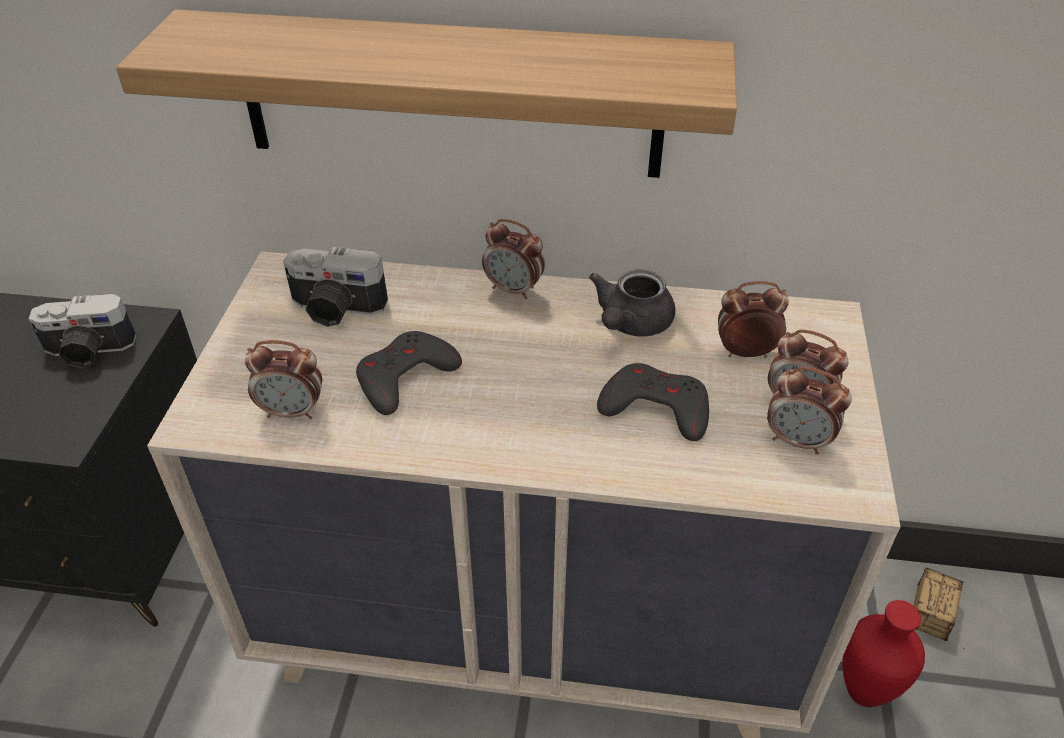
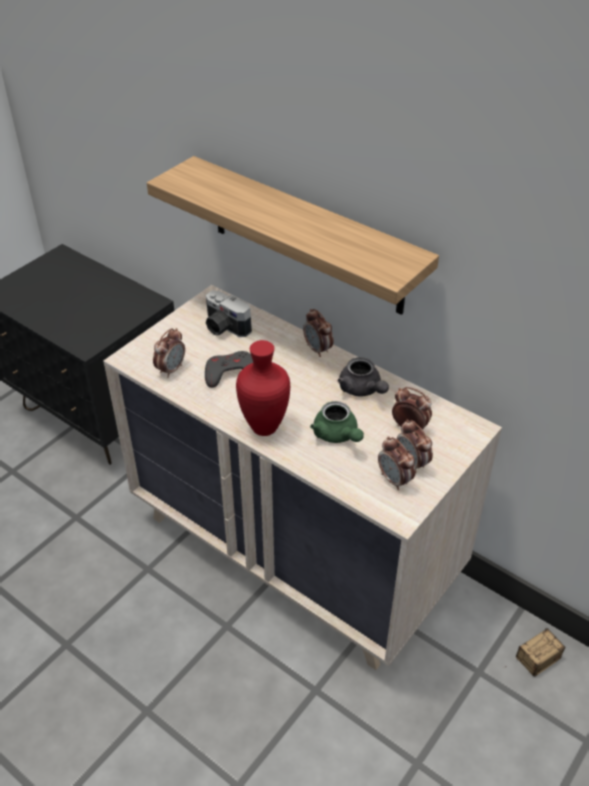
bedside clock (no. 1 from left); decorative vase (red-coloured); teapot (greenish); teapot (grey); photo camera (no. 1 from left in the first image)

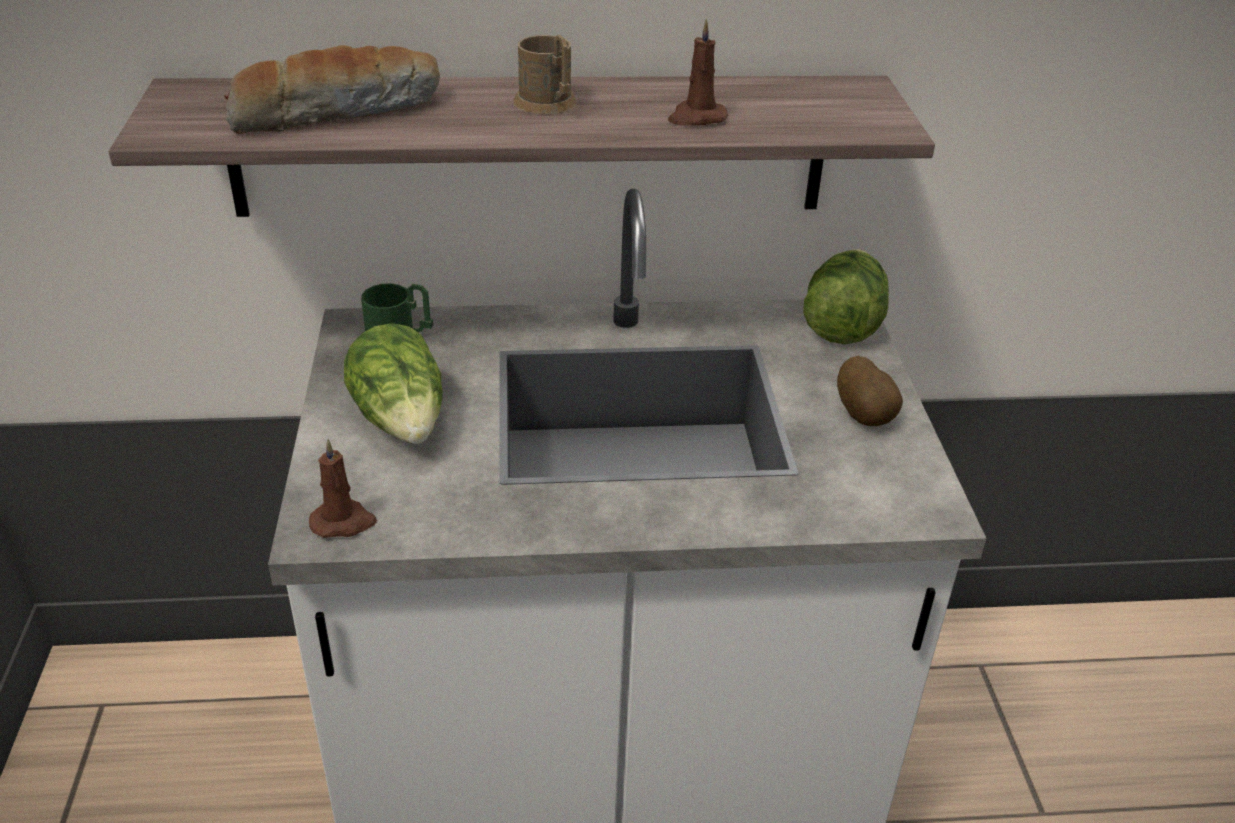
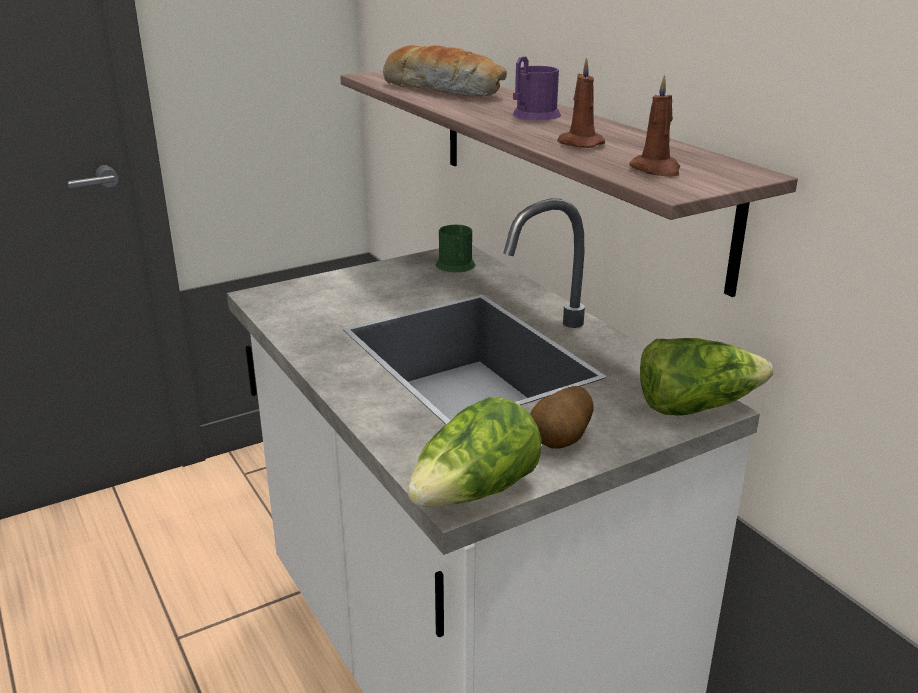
lettuce head (no. 1 from left); coffee mug (purple); candle (brownish) (no. 2 from left)

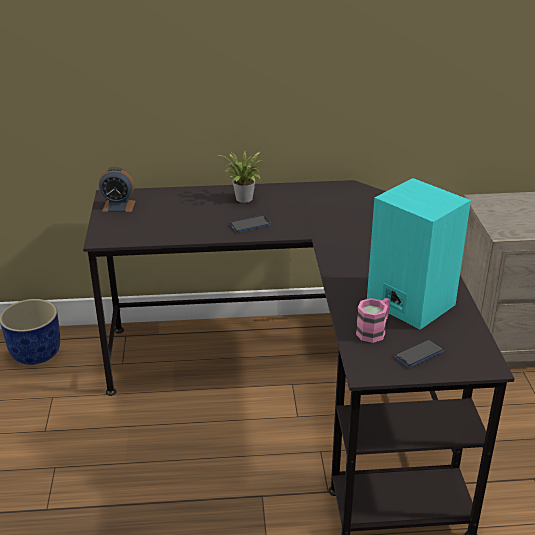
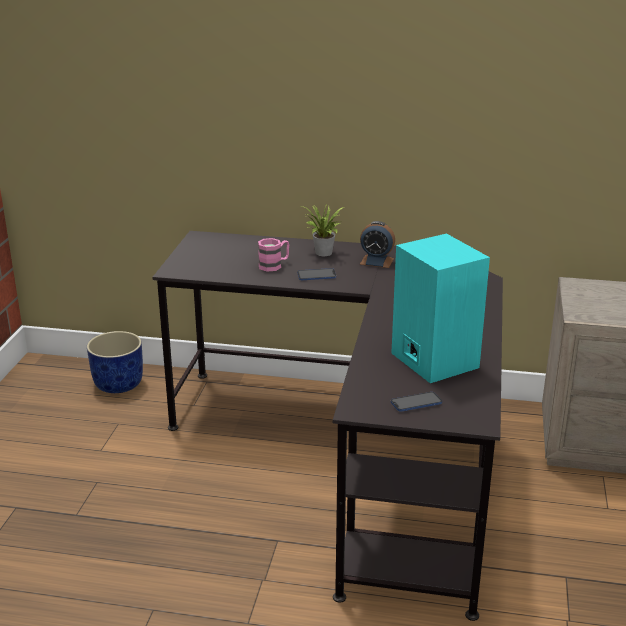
coffee mug (pink); bedside clock

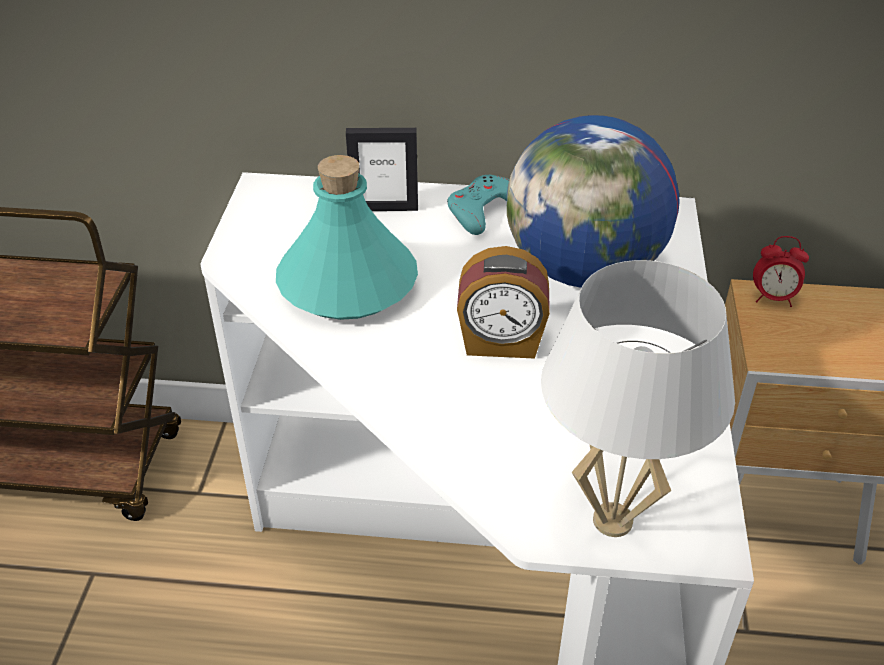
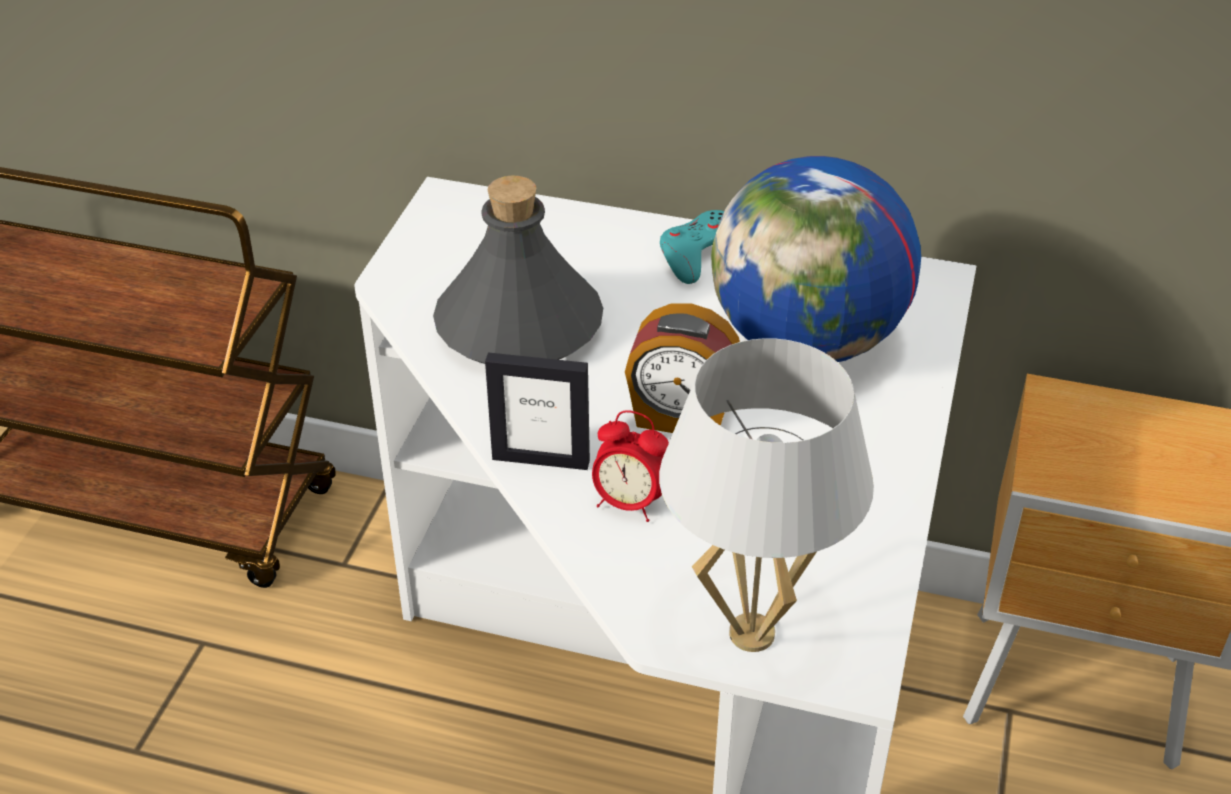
beverage bottle (grey); standing frame; bedside clock (no. 1 from left)

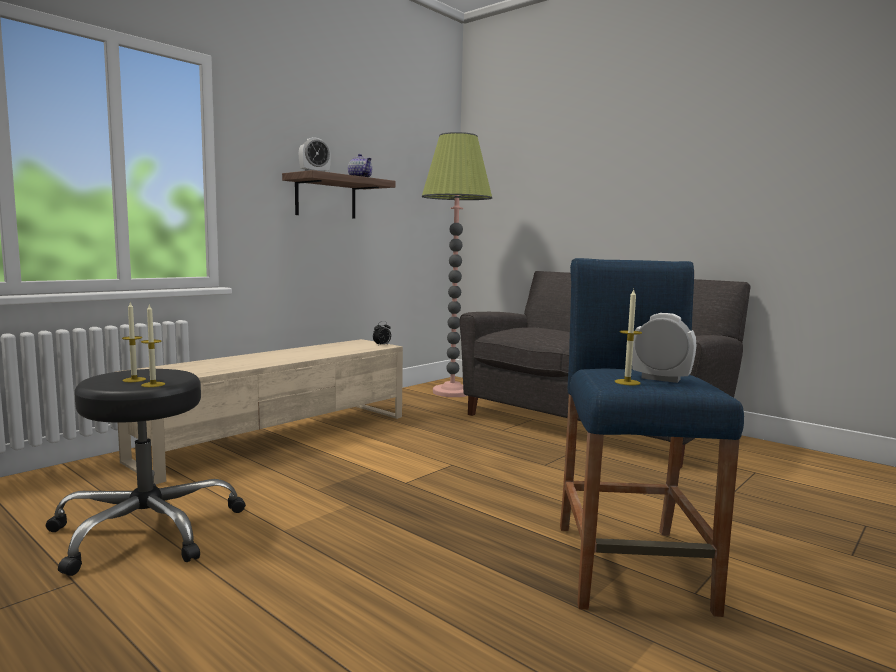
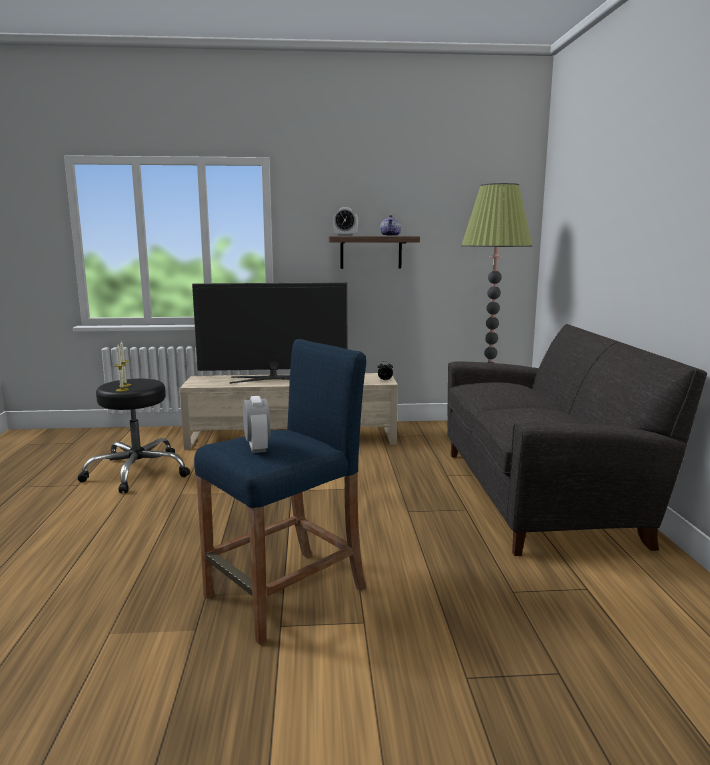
TV; candle (no. 3 from left in the first image)

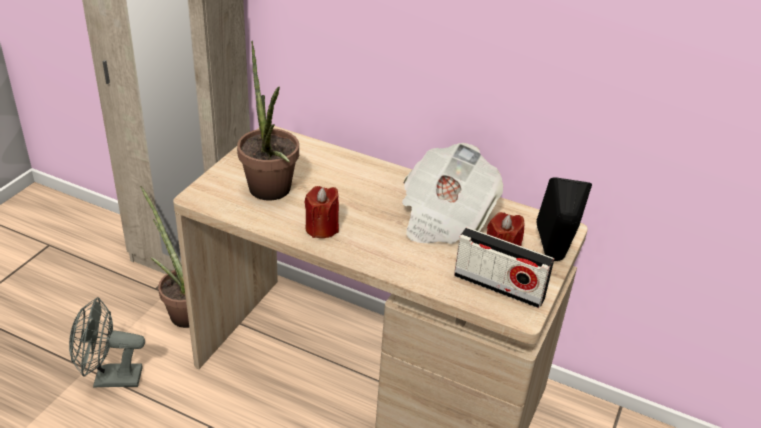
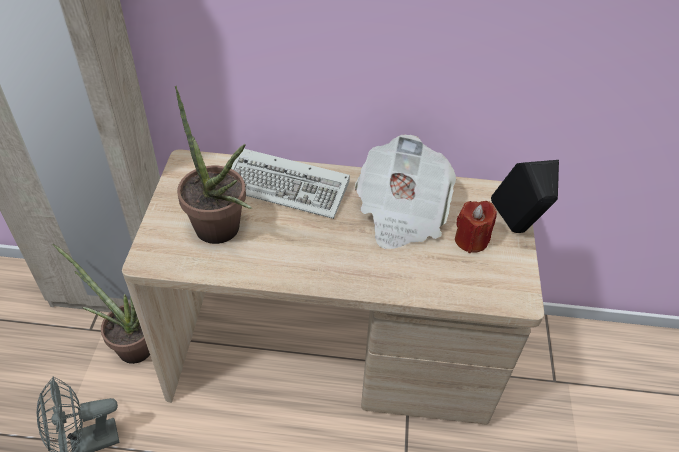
PC keyboard; candle (red-coloured) (no. 1 from left in the first image); radio receiver

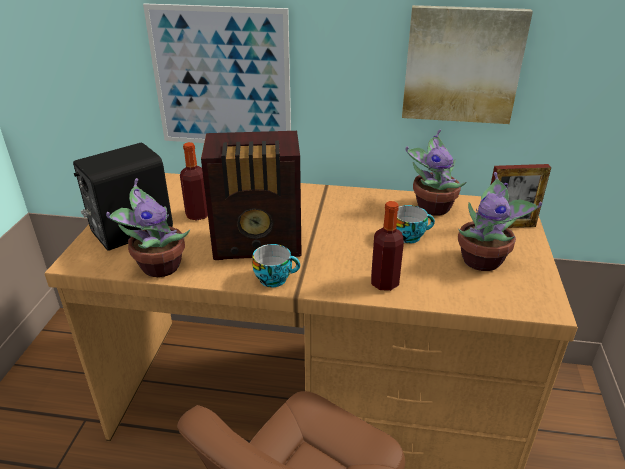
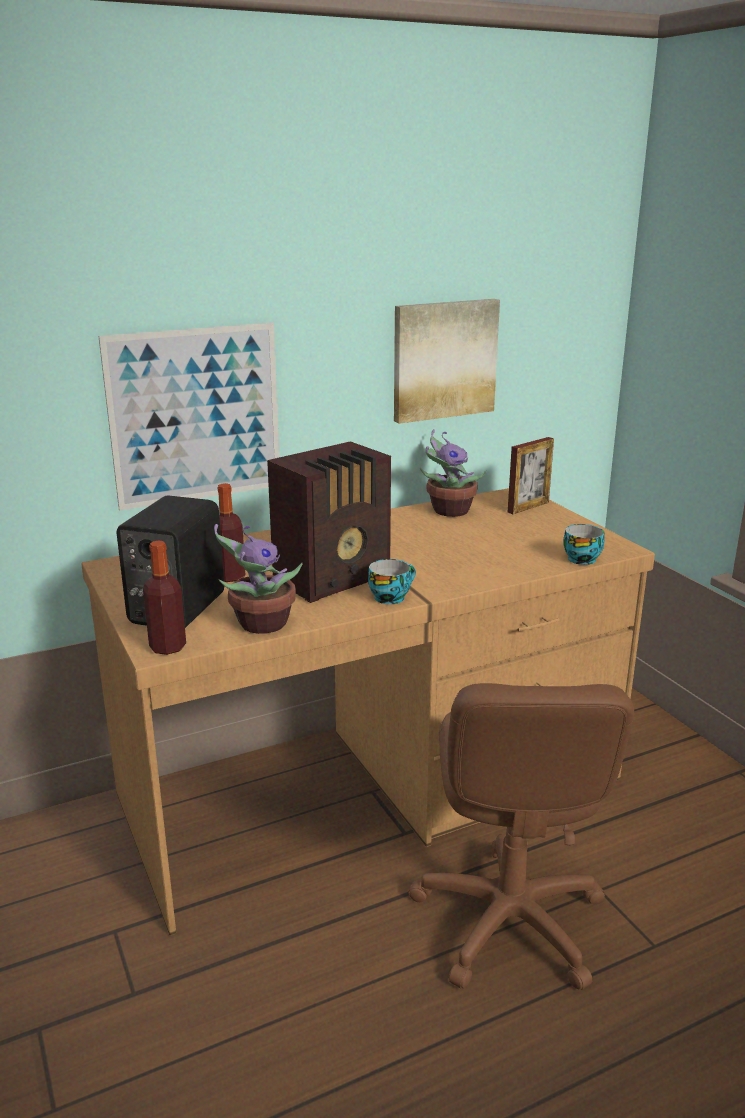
beverage bottle (no. 1 from left); small cup (no. 2 from left); plant in a pot (no. 3 from left in the first image)

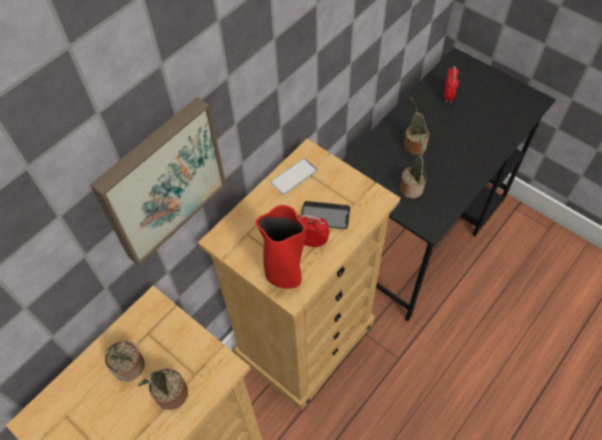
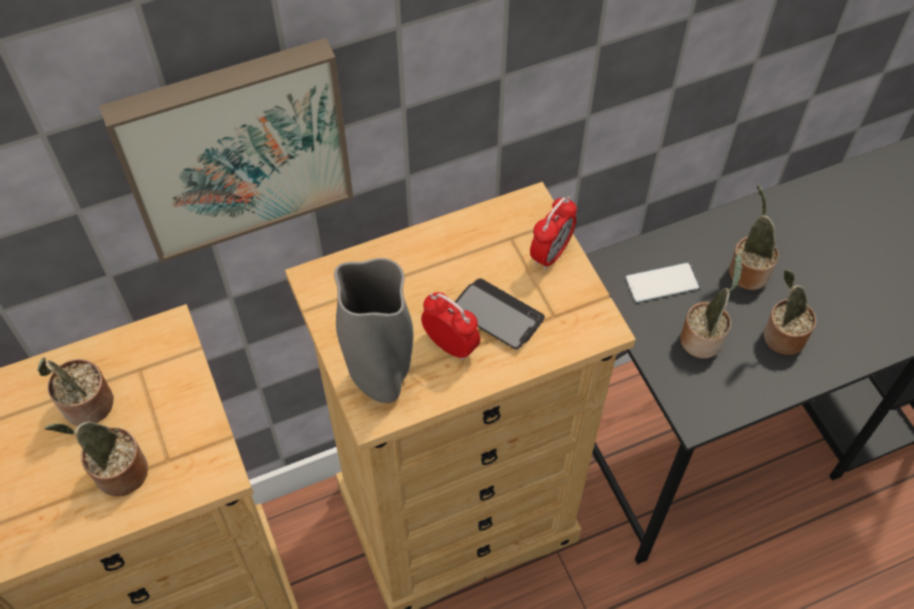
decorative vase (grey); bedside clock (no. 2 from left); telephone (no. 2 from left); plant in a pot (no. 5 from left)

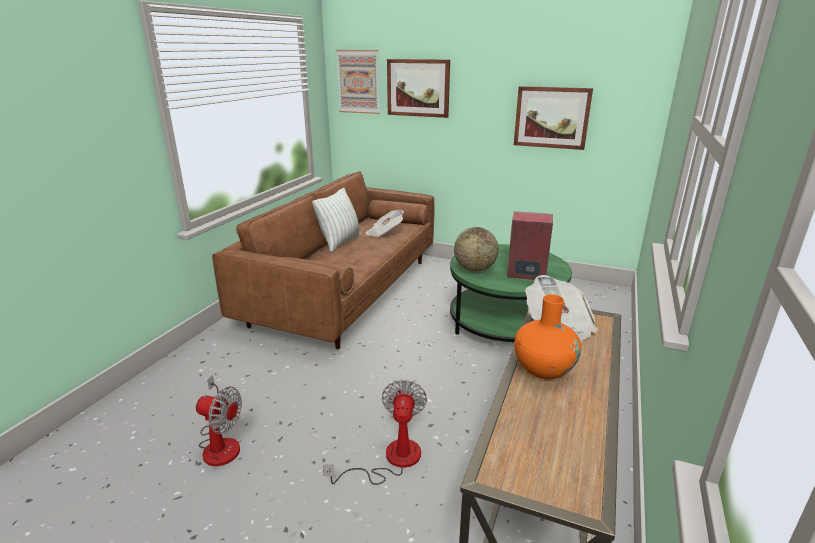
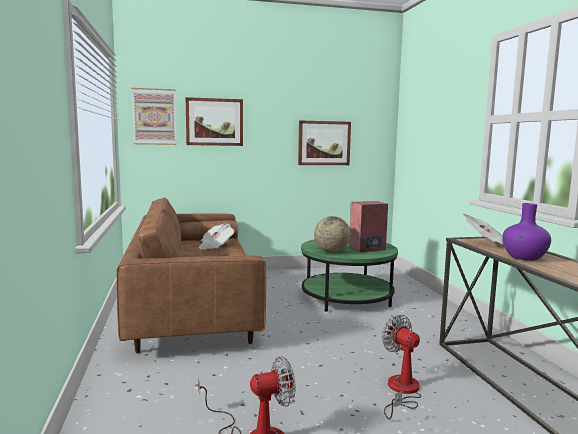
decorative vase (purple); cushion

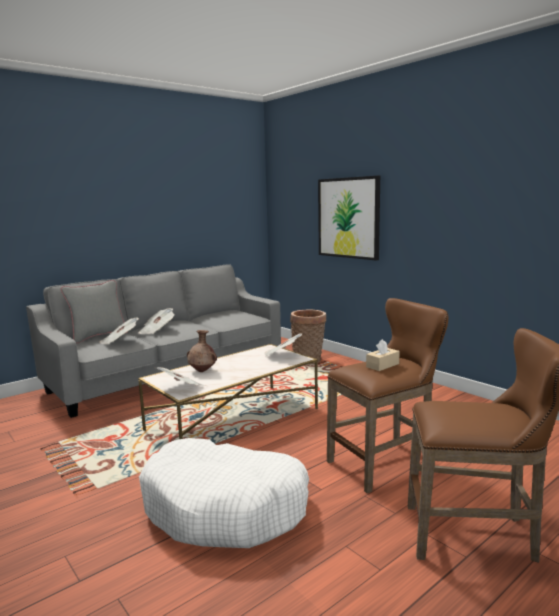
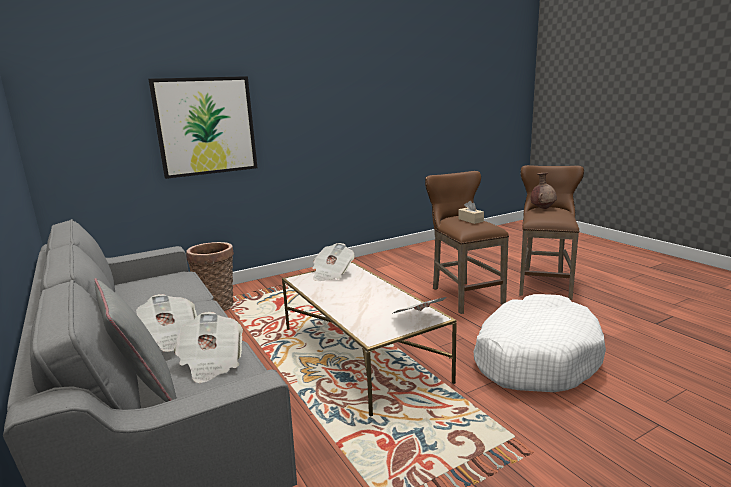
decorative vase (brownish)

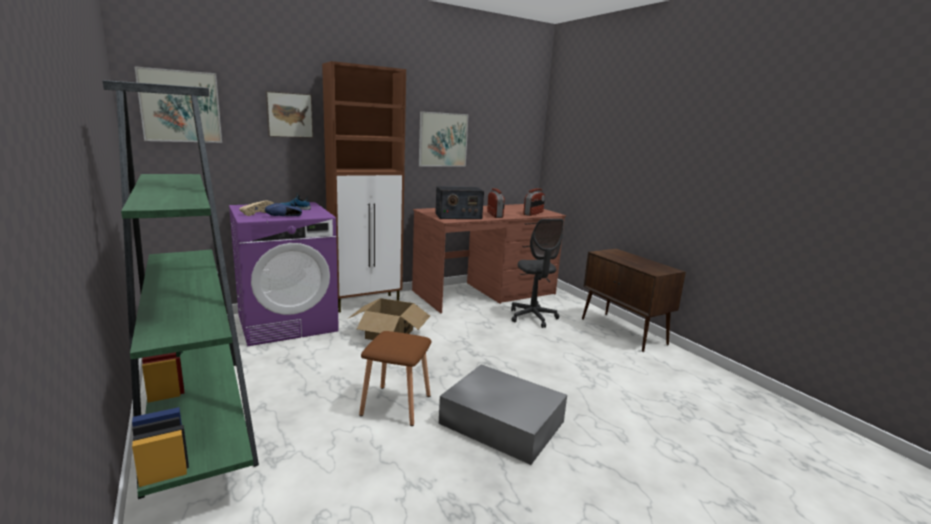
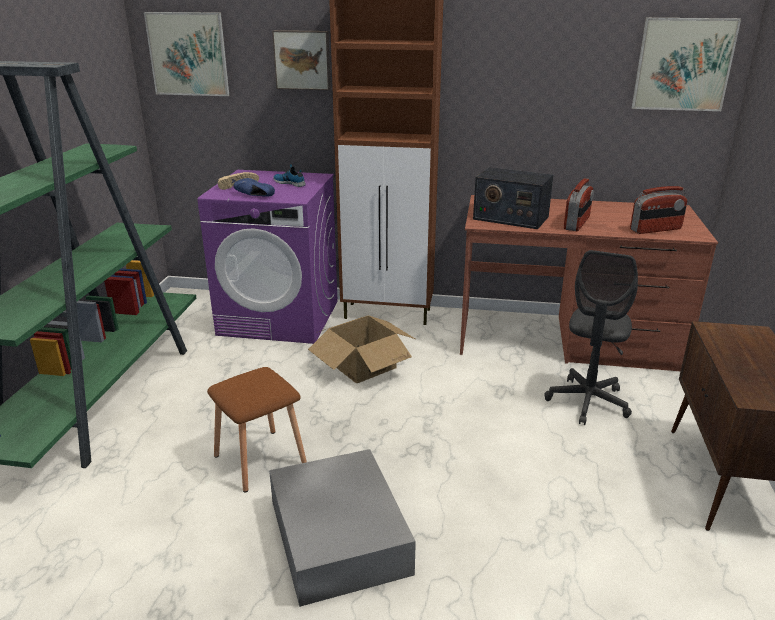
wall art (no. 3 from left)

